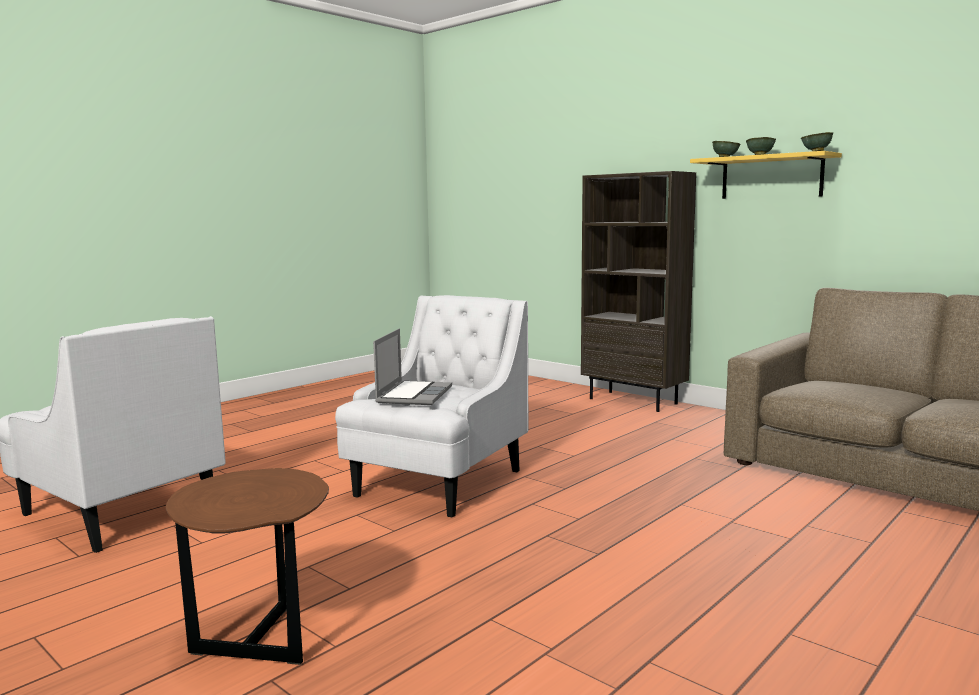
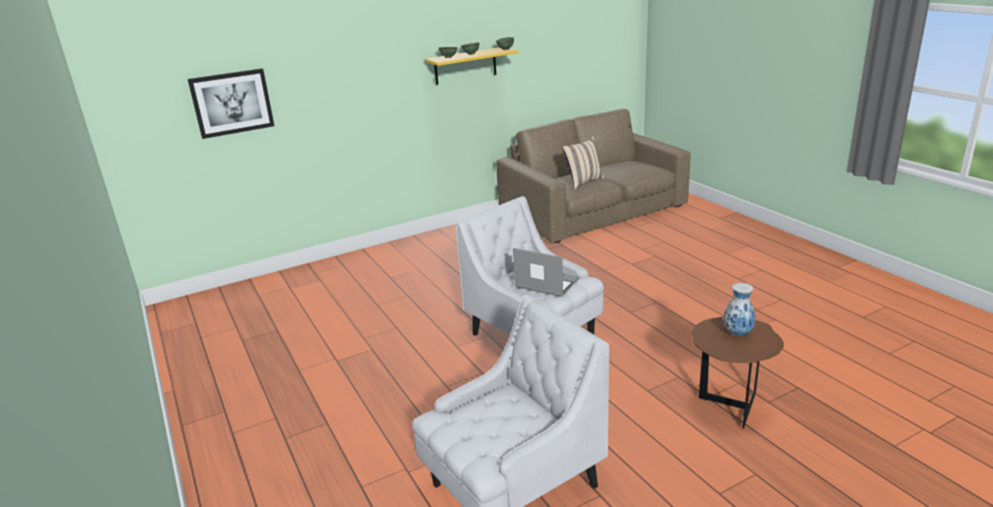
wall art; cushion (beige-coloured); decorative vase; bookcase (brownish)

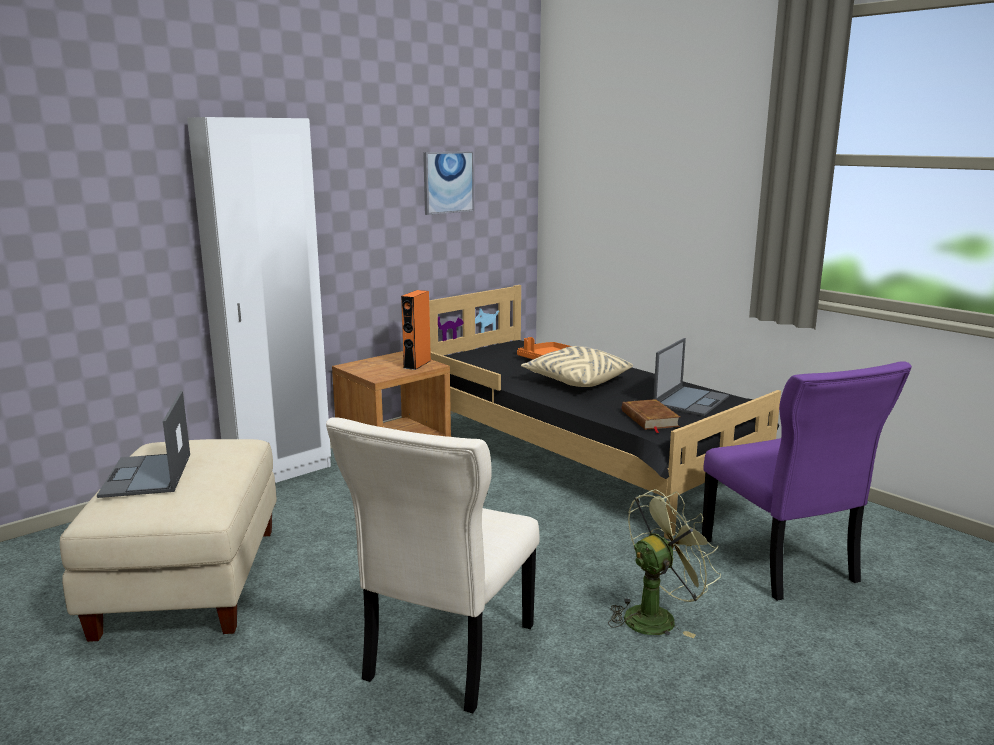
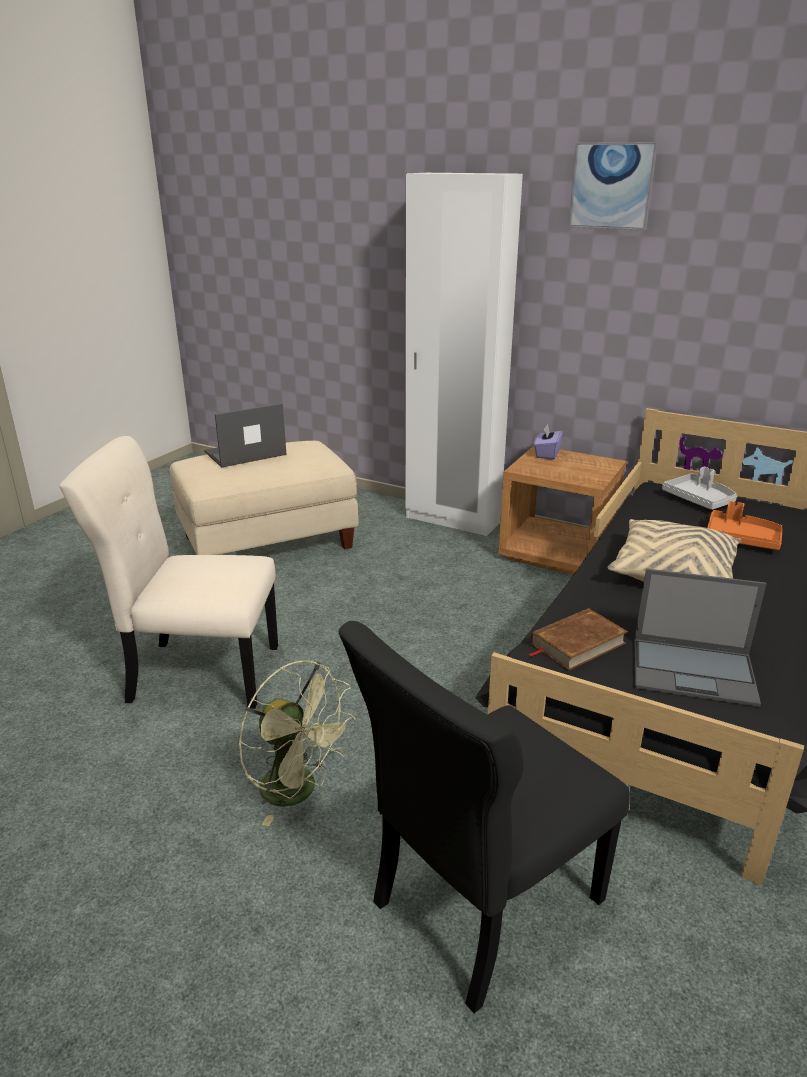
upright chair (blackish); tissue holder (purple); wall art; serving tray (grey); loudspeaker (orange-coloured)

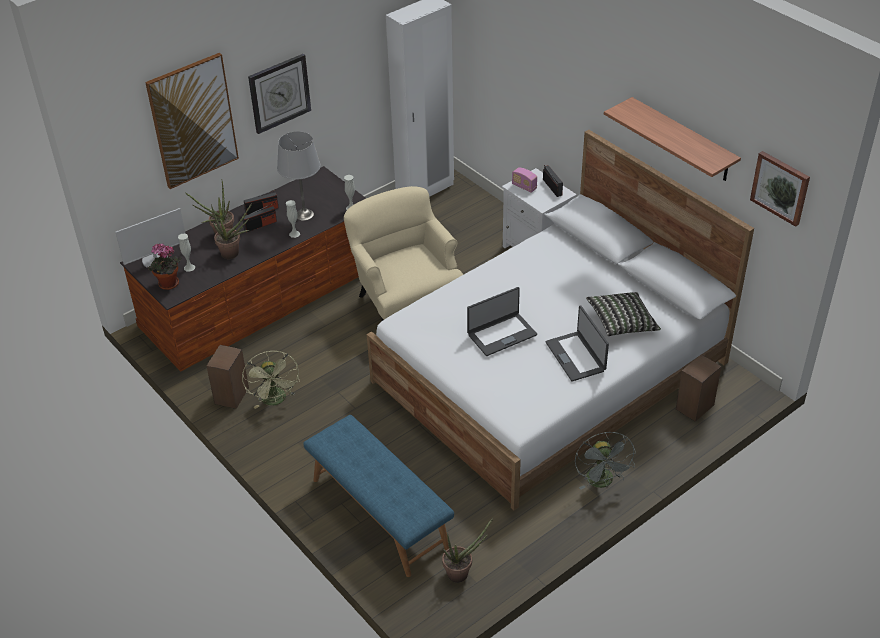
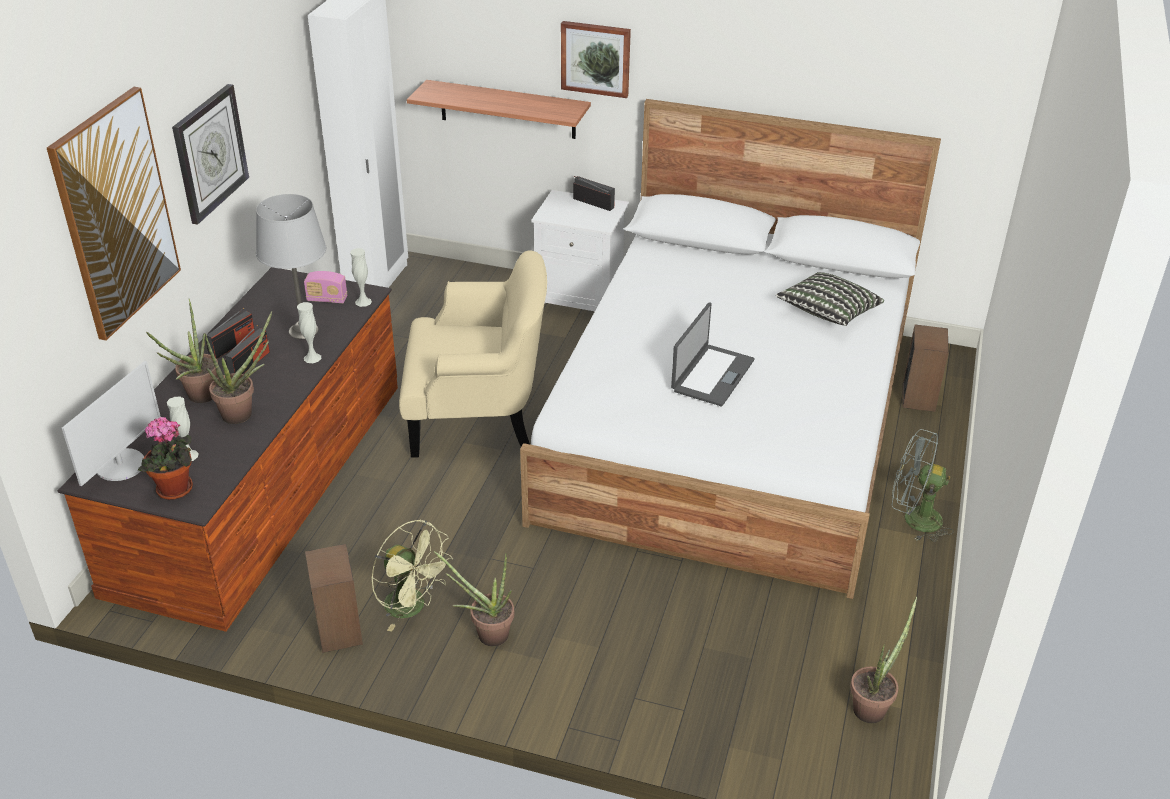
radio receiver (no. 3 from left); lounge chair (beige-coloured); wall shelf; plant in a pot (no. 4 from left); wall art (no. 2 from left); electric fan (grey); long seat (blue); portable computer (no. 2 from left in the first image)

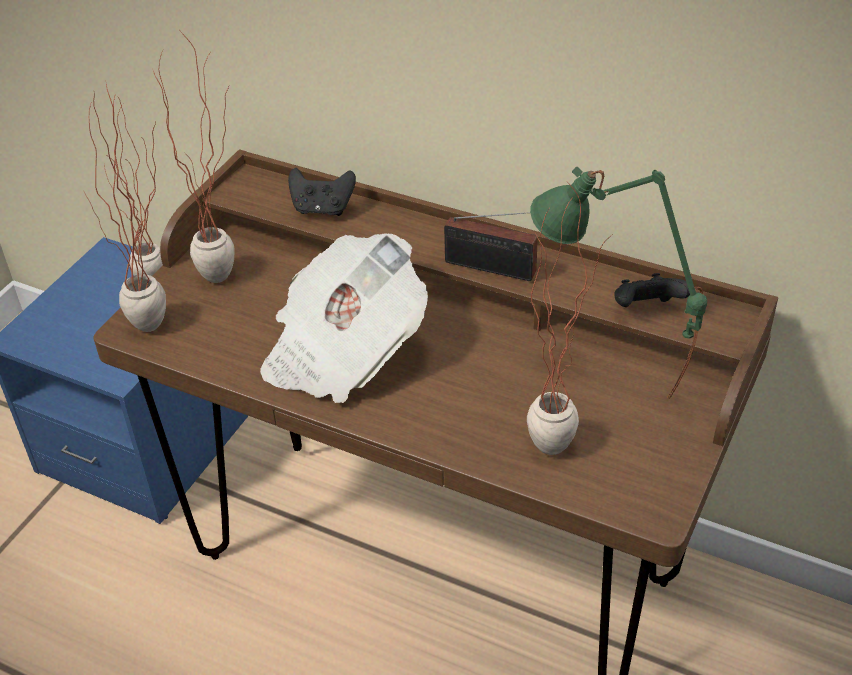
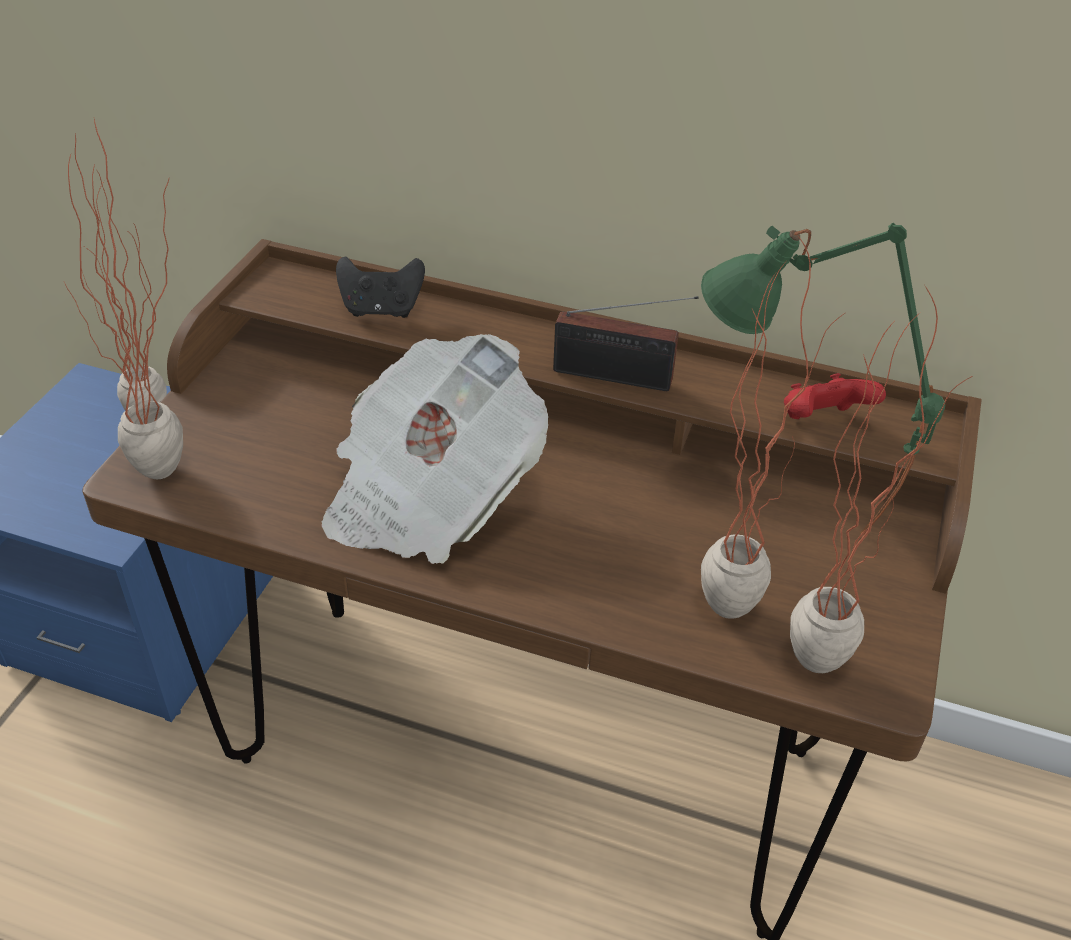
gamepad (red-coloured); plant in a pot (no. 4 from left)

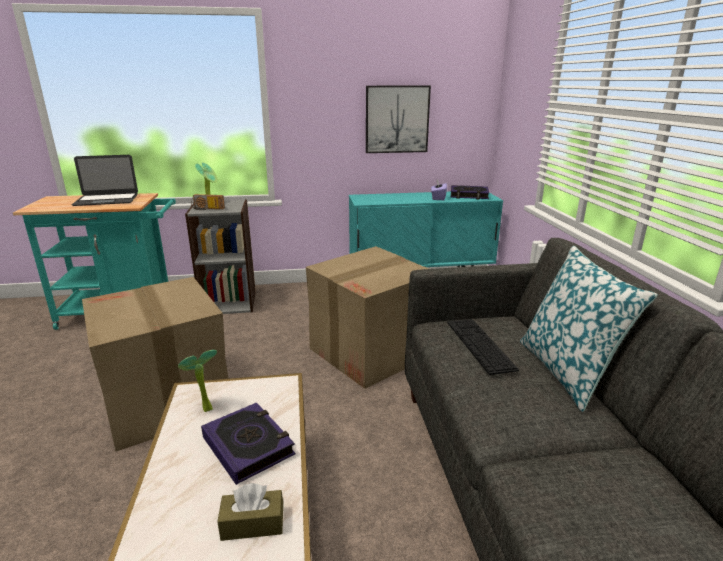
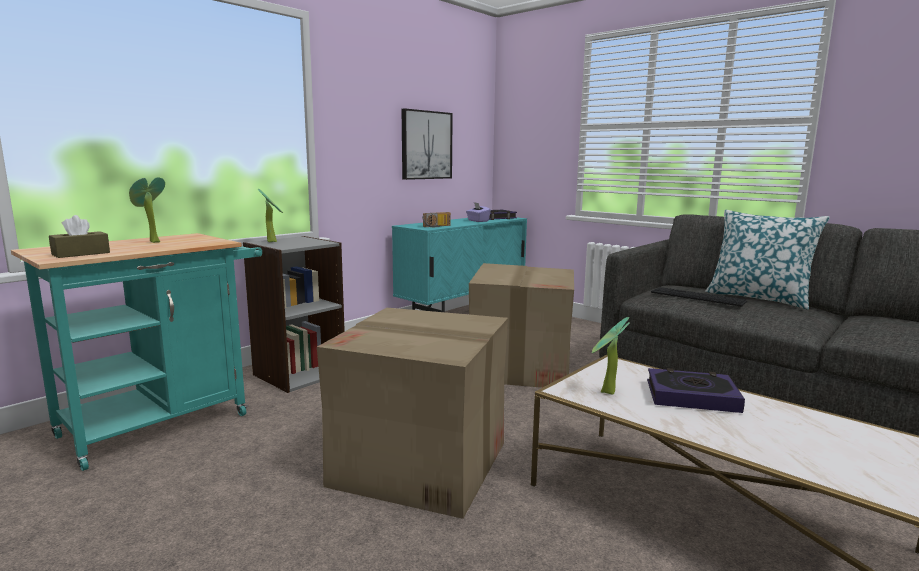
tissue holder (brownish); plant in a pot (no. 1 from left); radio receiver

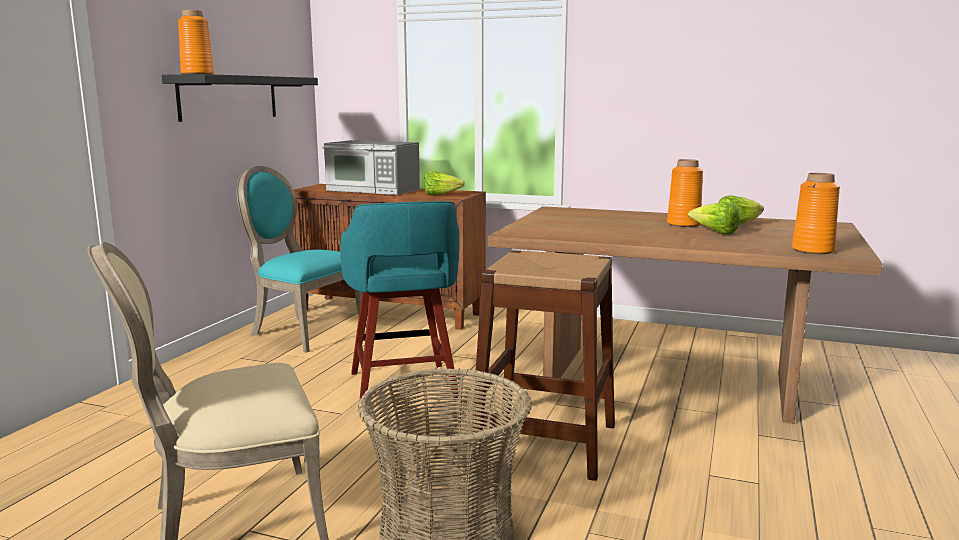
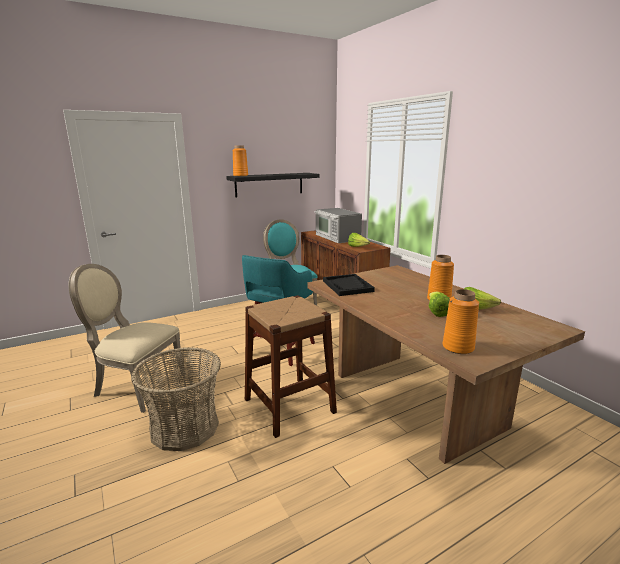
serving tray (blackish)

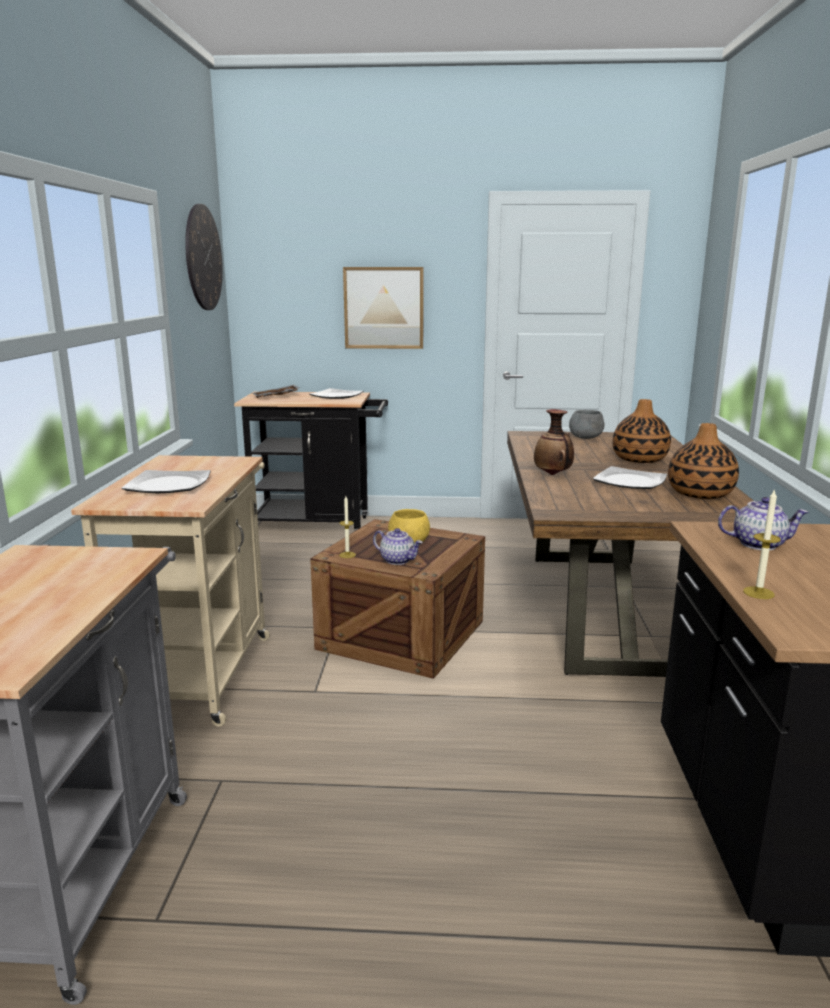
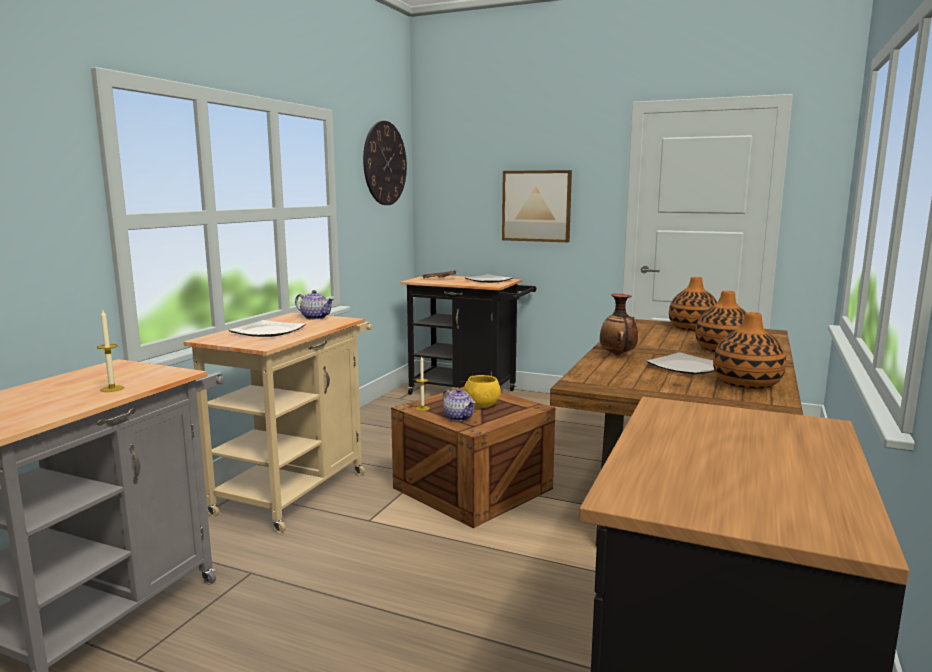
candle (no. 1 from left); teapot (no. 1 from left); decorative vase (no. 2 from left)

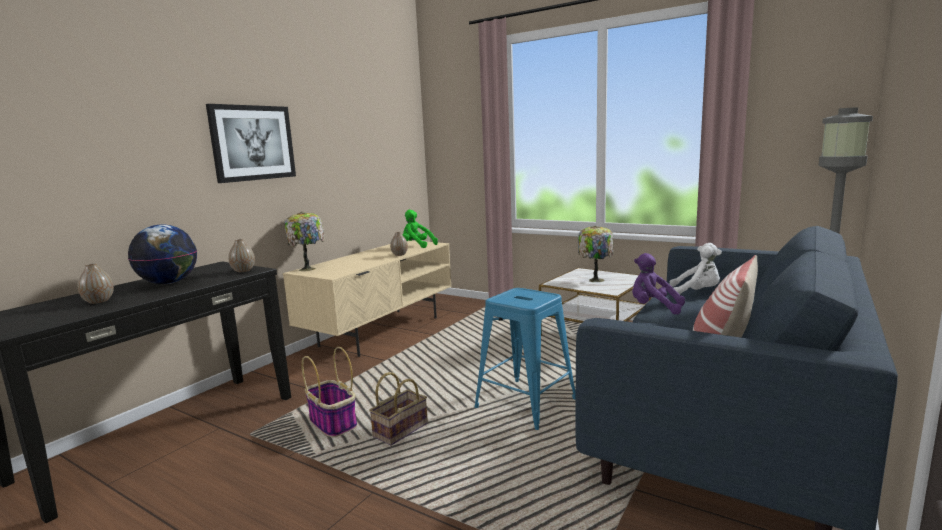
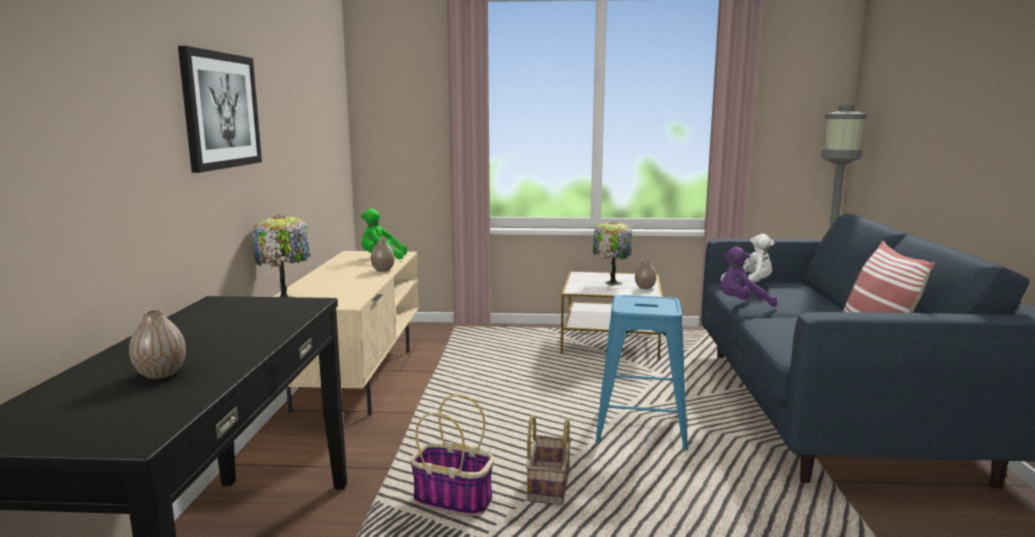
decorative vase (no. 3 from left); world globe

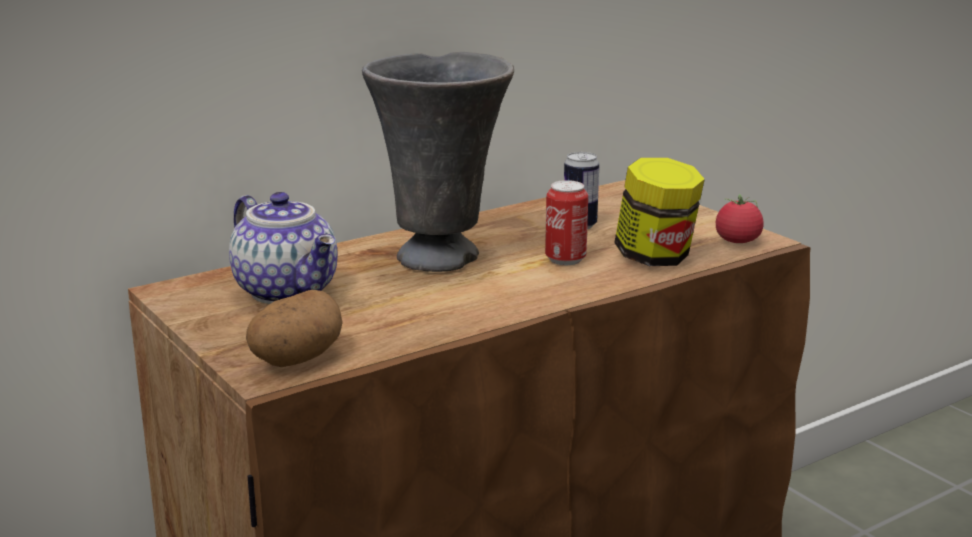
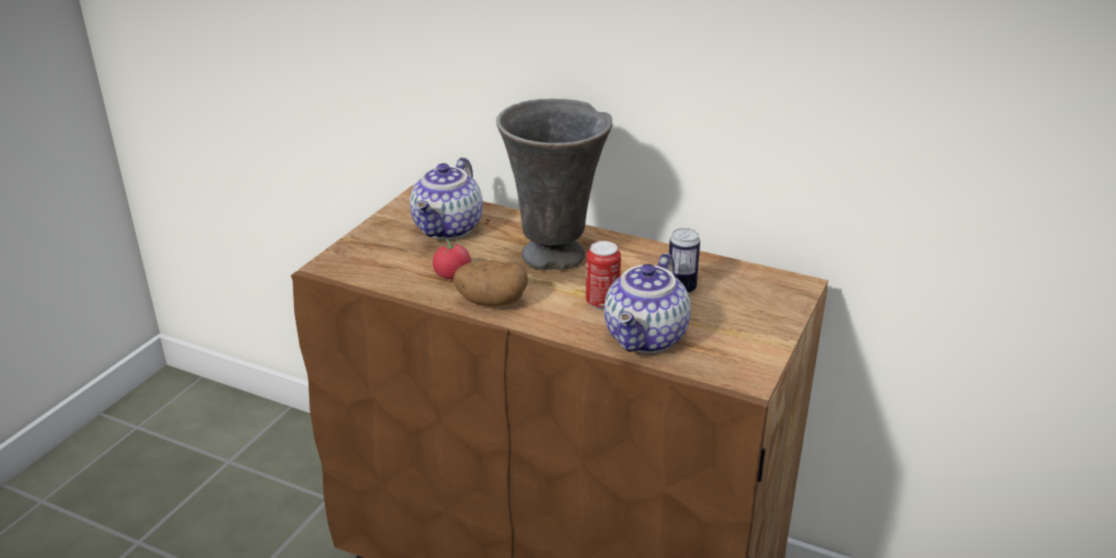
tomato; potato; teapot (no. 2 from left)

